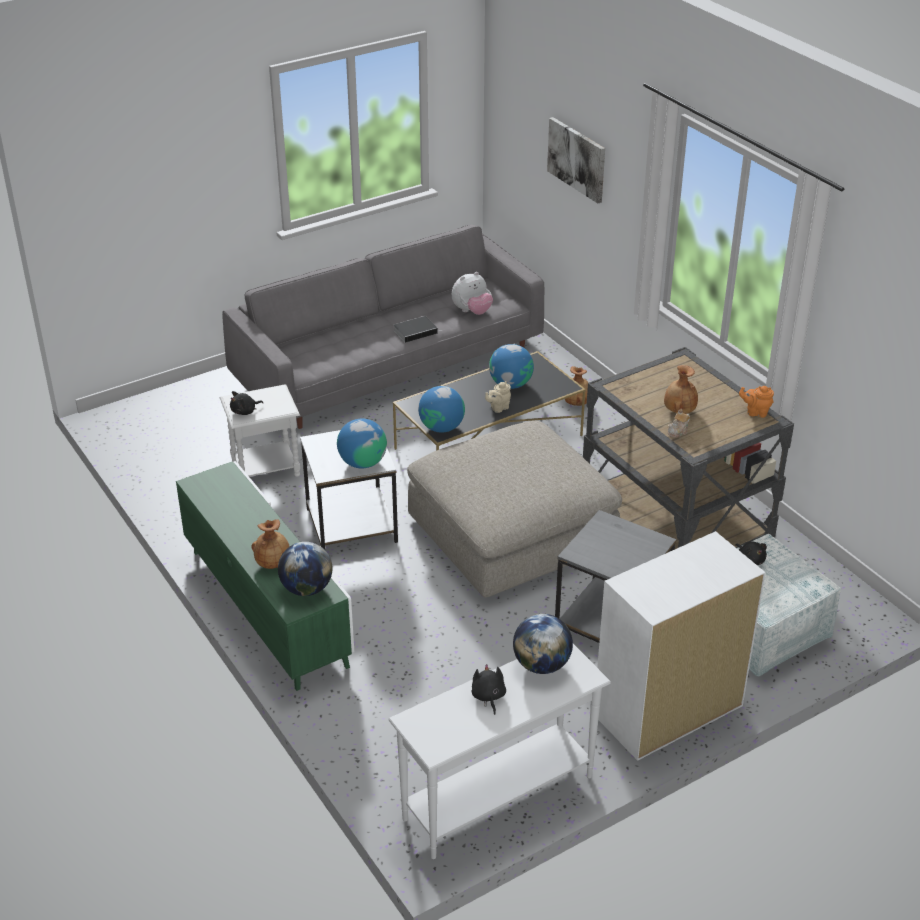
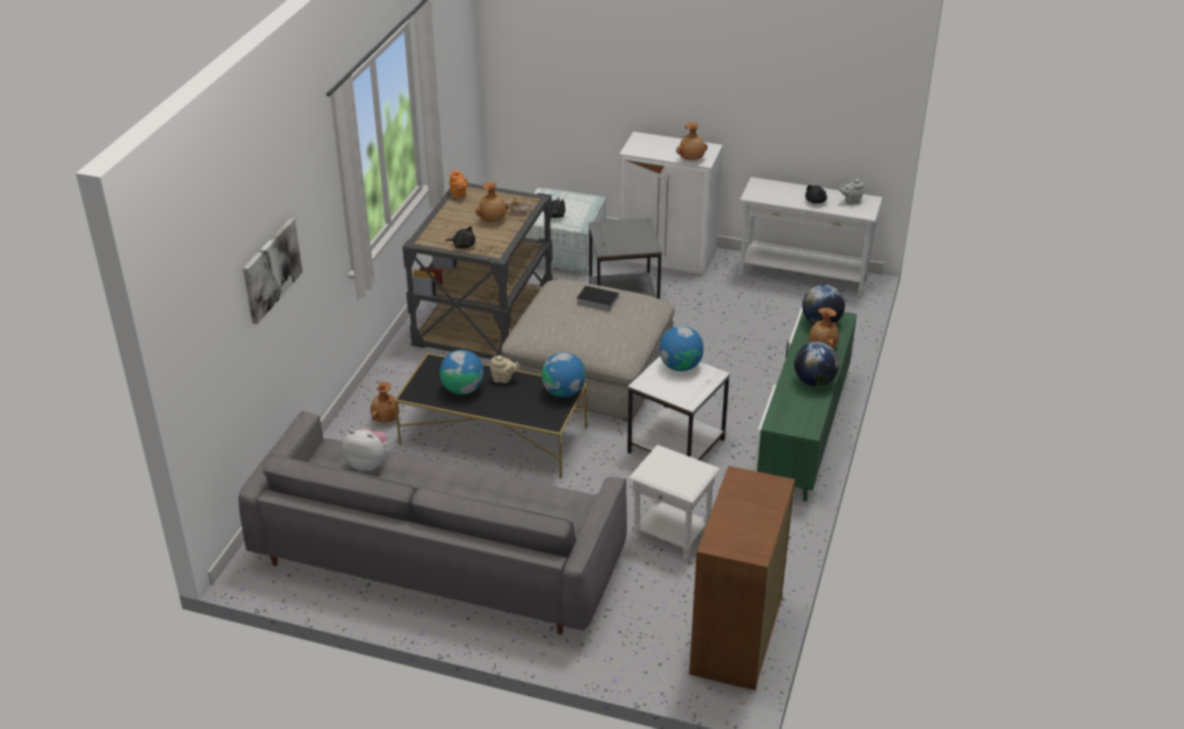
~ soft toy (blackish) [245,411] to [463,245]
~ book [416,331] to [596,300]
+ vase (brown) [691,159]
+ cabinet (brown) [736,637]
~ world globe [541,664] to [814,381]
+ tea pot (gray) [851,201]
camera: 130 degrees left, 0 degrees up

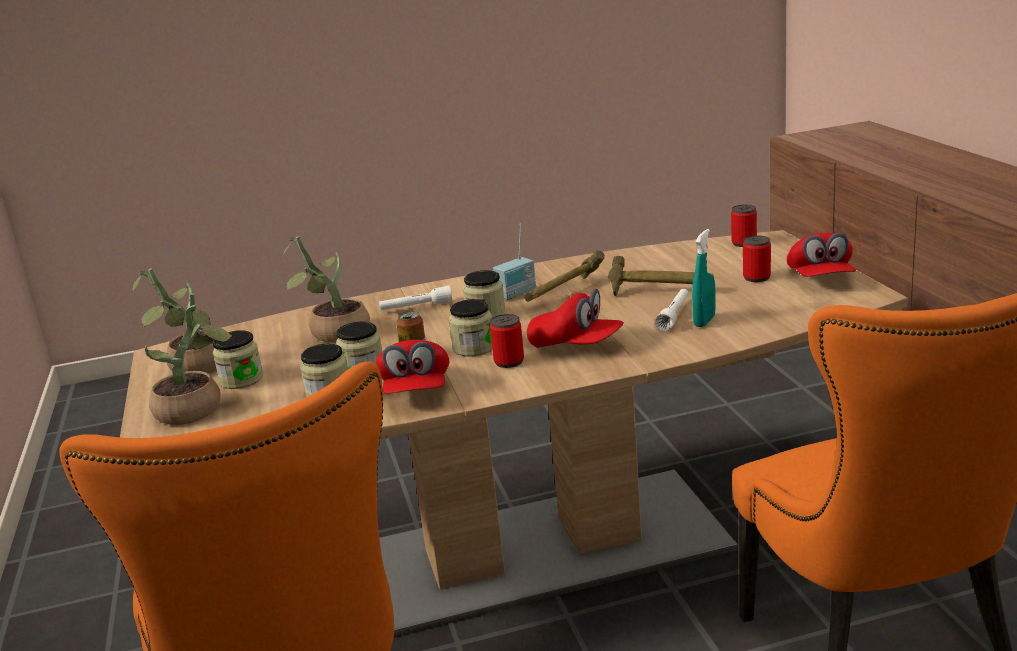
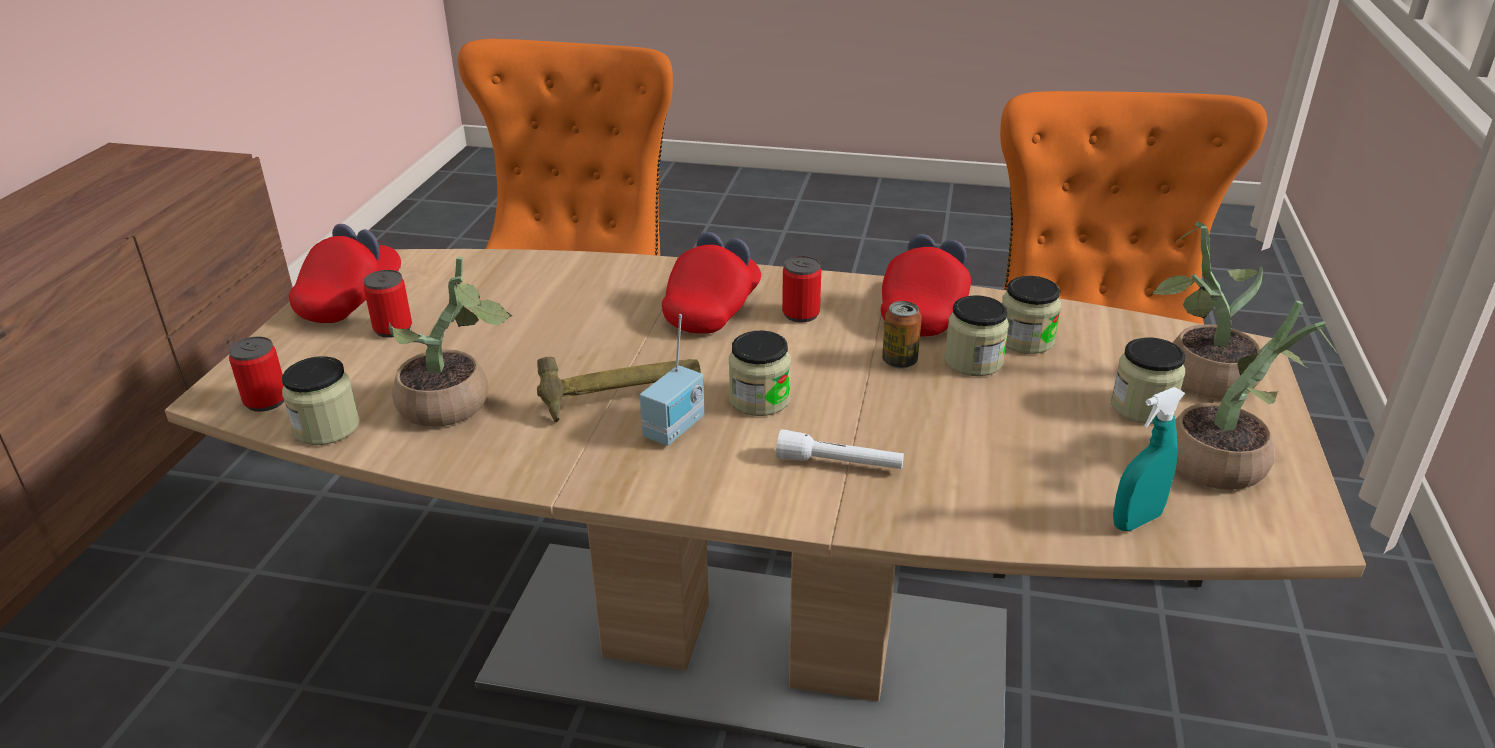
~ storage jar [474,348] to [327,427]
~ plant in a pot [333,334] to [455,406]
~ radio receiver [517,294] = [676,429] 135 degrees clockwise
~ peaked cap (red-coloured) [575,345] = [713,309] 60 degrees clockwise
~ hand sprayer (turquoise) [704,321] to [1136,520]
- hand hammer [660,292]
- torch (whitish) [674,315]
camera: 155 degrees left, 10 degrees up

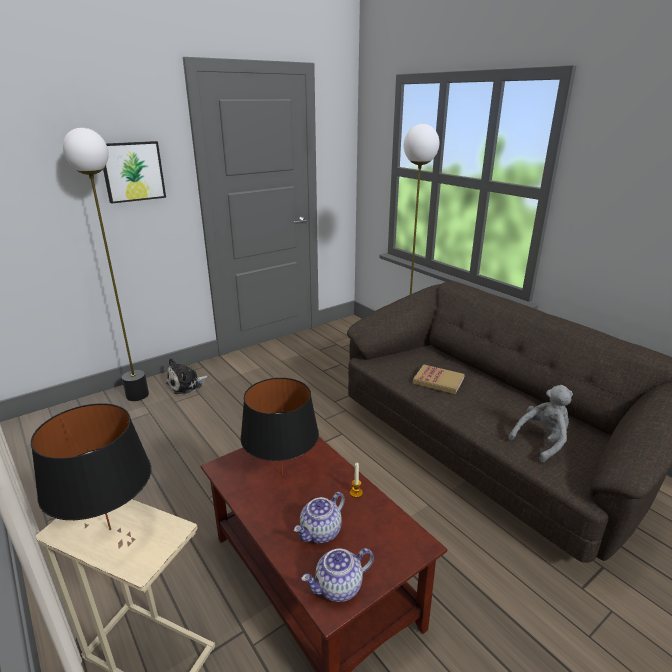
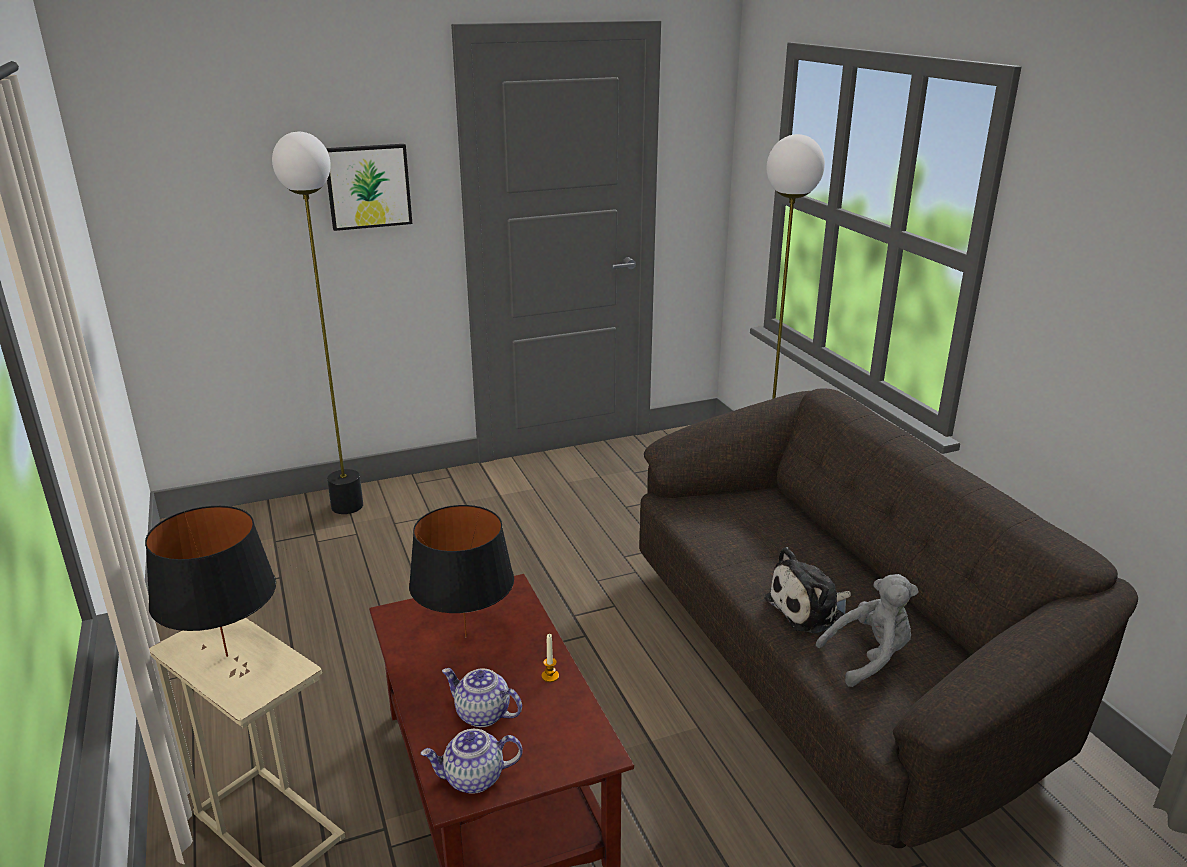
~ tea pot [321,532] = [482,714] 60 degrees clockwise
~ soft toy [186,385] to [810,609]
- book [438,381]
camera: 15 degrees right, 0 degrees up

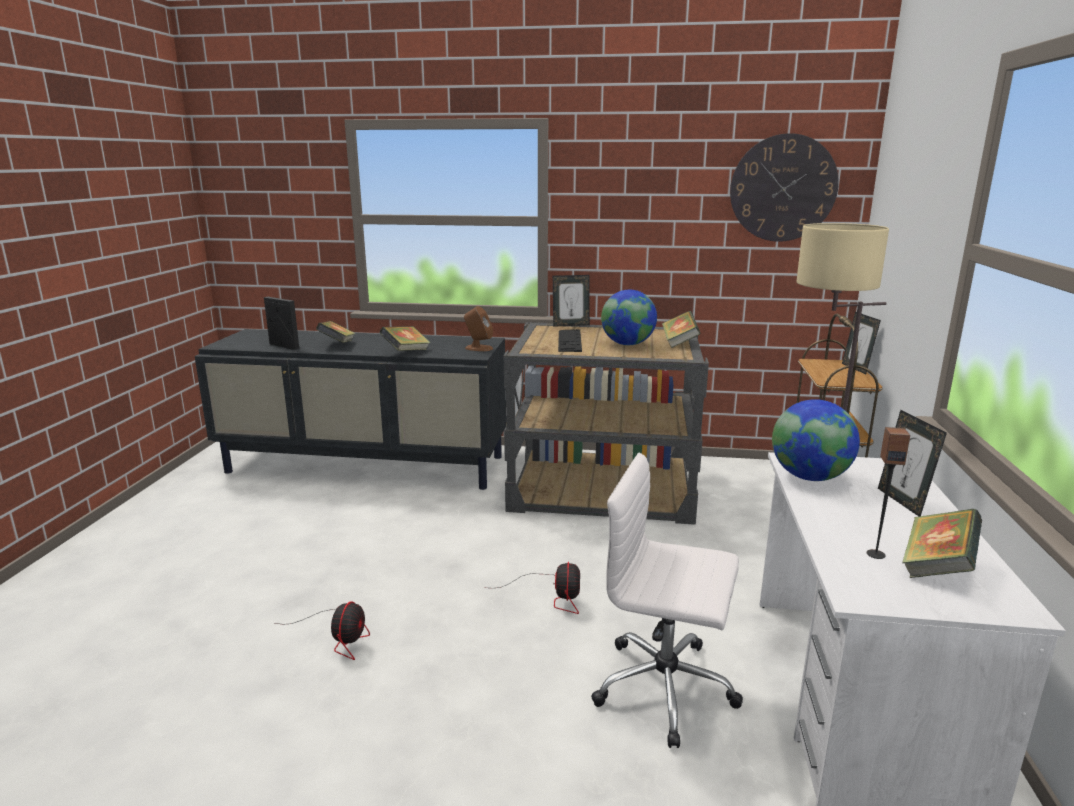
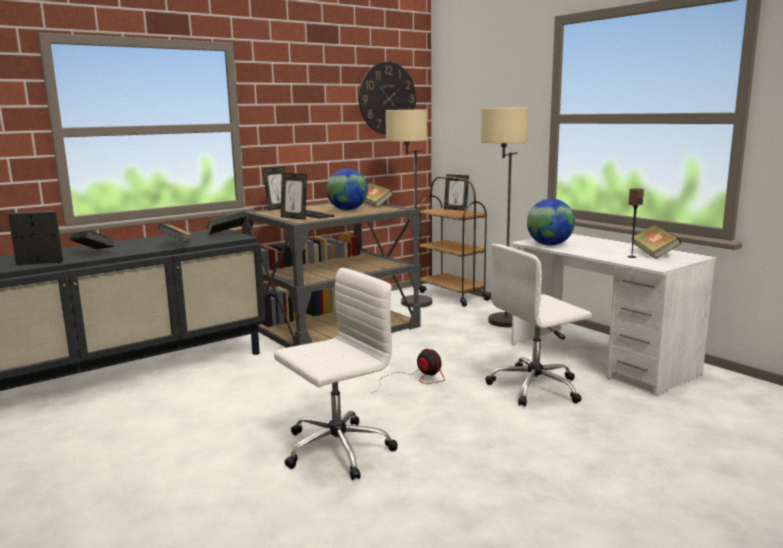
~ audio speaker (brown) [478,348] to book [227,234]
~ electric fan [341,636] to computer chair (whitish) [335,450]
~ photo frame [902,501] to [294,218]
+ floor lamp (beige-coloured) [411,305]
camera: 45 degrees left, 5 degrees down

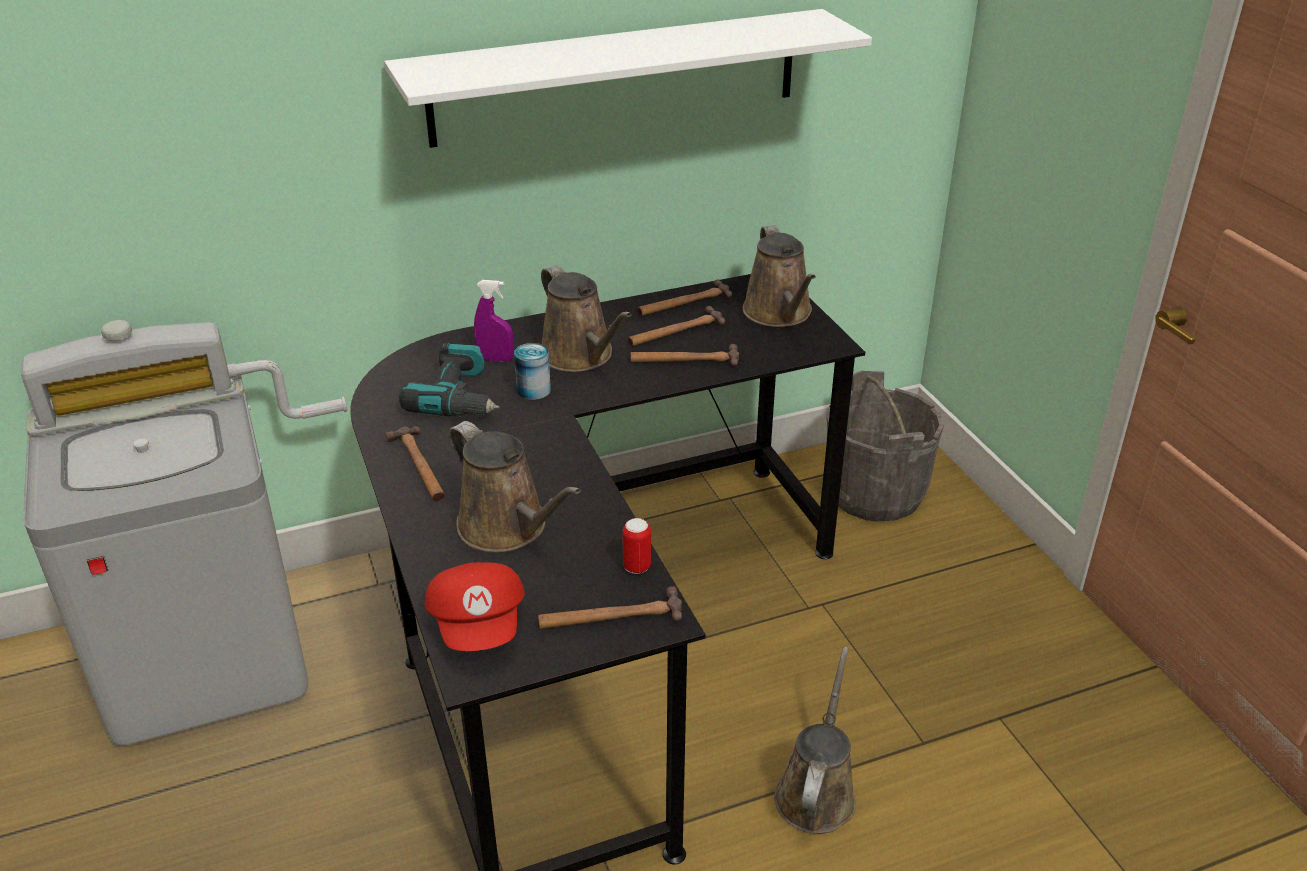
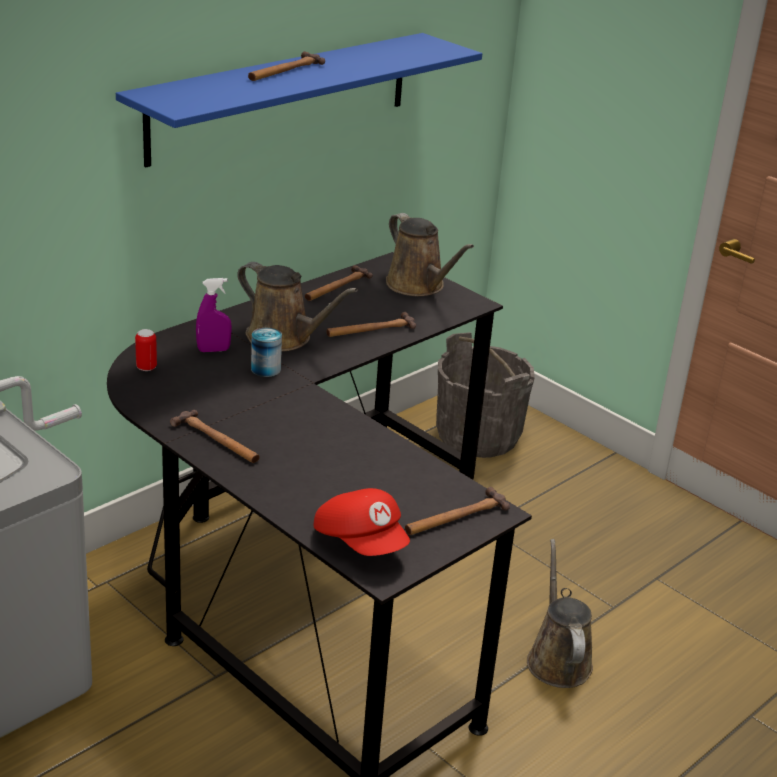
~ bracket shelf (whitish) [616,77] to bracket shelf (bluish) [282,97]
~ sealed can [637,567] to [146,367]
~ hand hammer [675,331] to [284,71]
- drill [460,397]
- sprinkling can (brown) [508,528]
camera: 25 degrees left, 5 degrees down

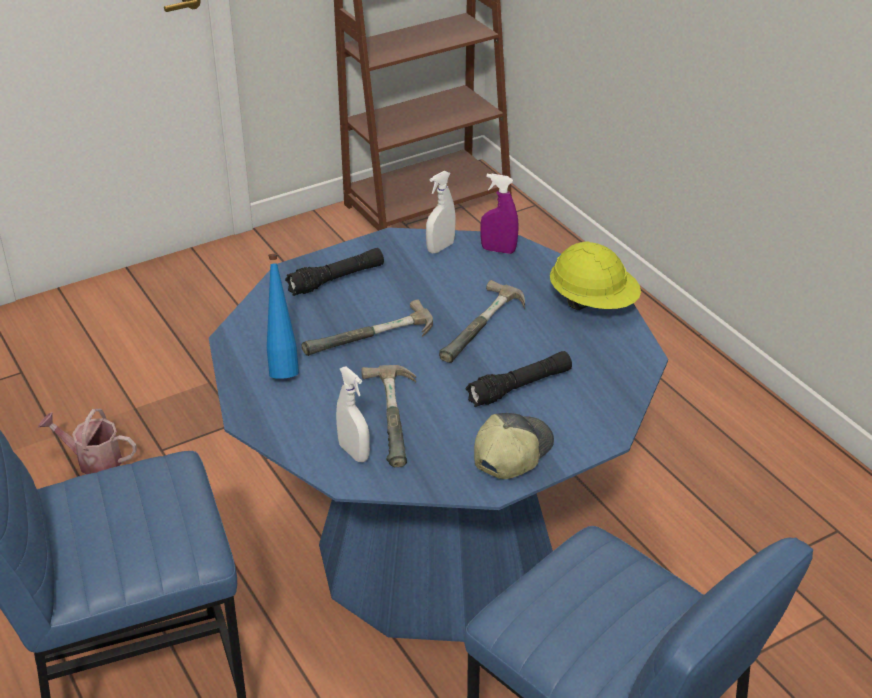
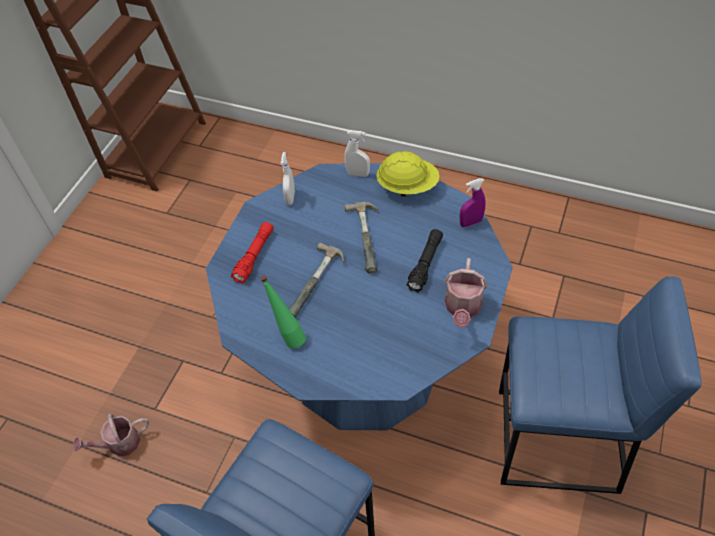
~ torch (blackish) [336,280] to torch (red-coloured) [254,256]
~ drink bottle (bluish) [283,367] to drink bottle (green) [288,336]
~ hand sprayer (whitish) [354,452] to [358,174]
~ peaked cap [511,453] to sprinkling can [462,308]
~ hand sprayer (purplish) [498,250] to [471,222]
- hand hammer [399,416]
camera: 35 degrees left, 15 degrees up

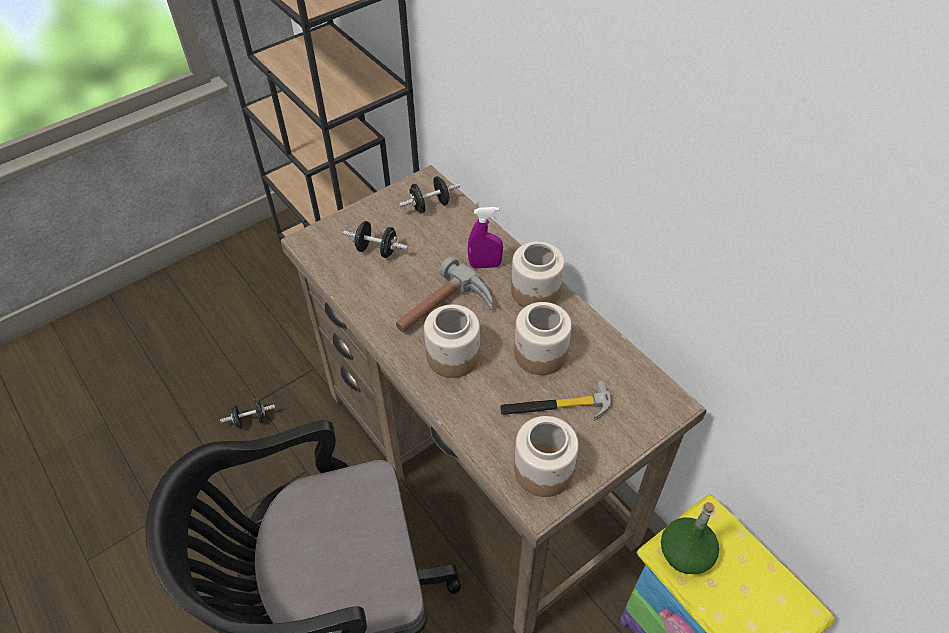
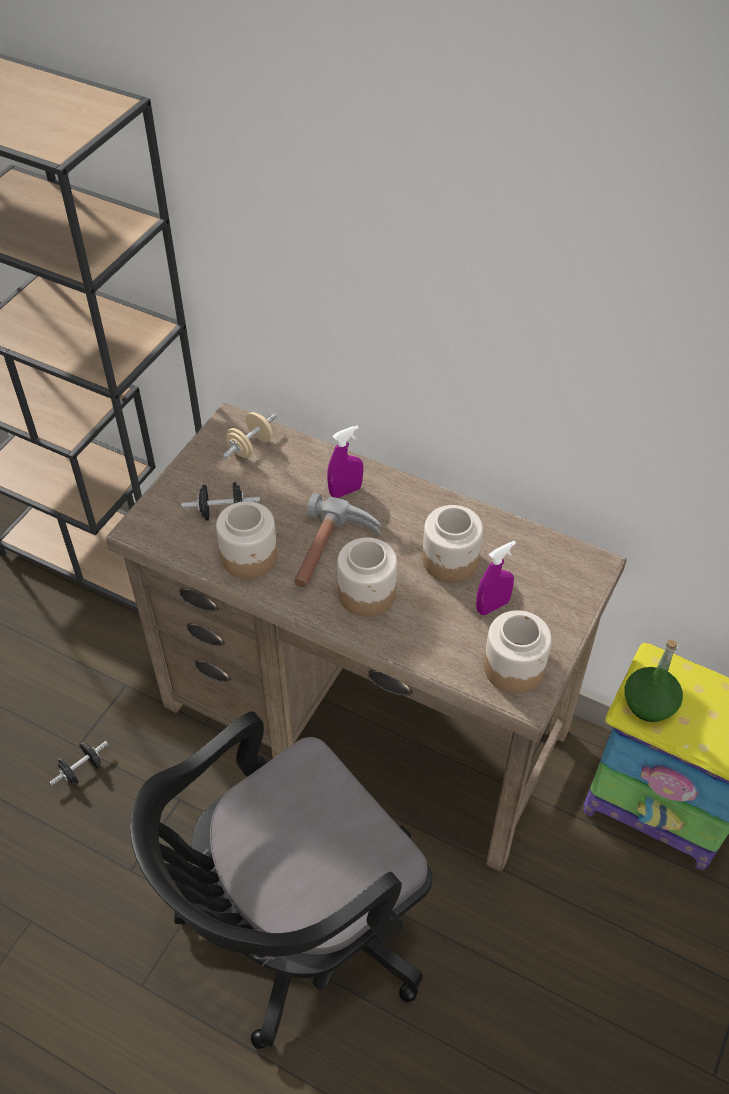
~ storage jar [536,292] to [250,557]
~ free weight (blackish) [430,205] to free weight (beige-coloured) [250,447]
~ hand hammer [555,407] to hand sprayer (purplish) [492,606]
camera: 25 degrees left, 0 degrees up

